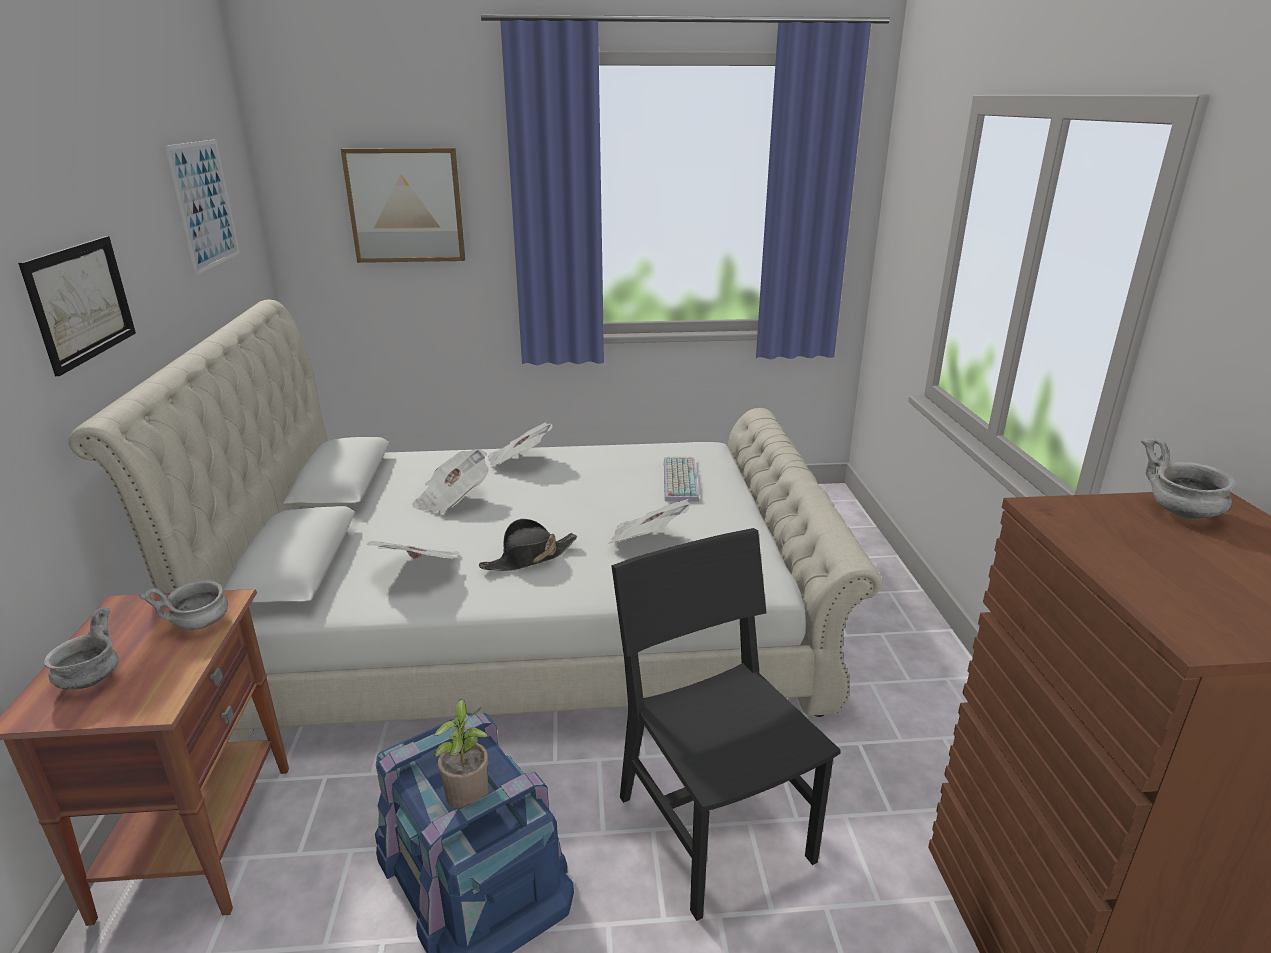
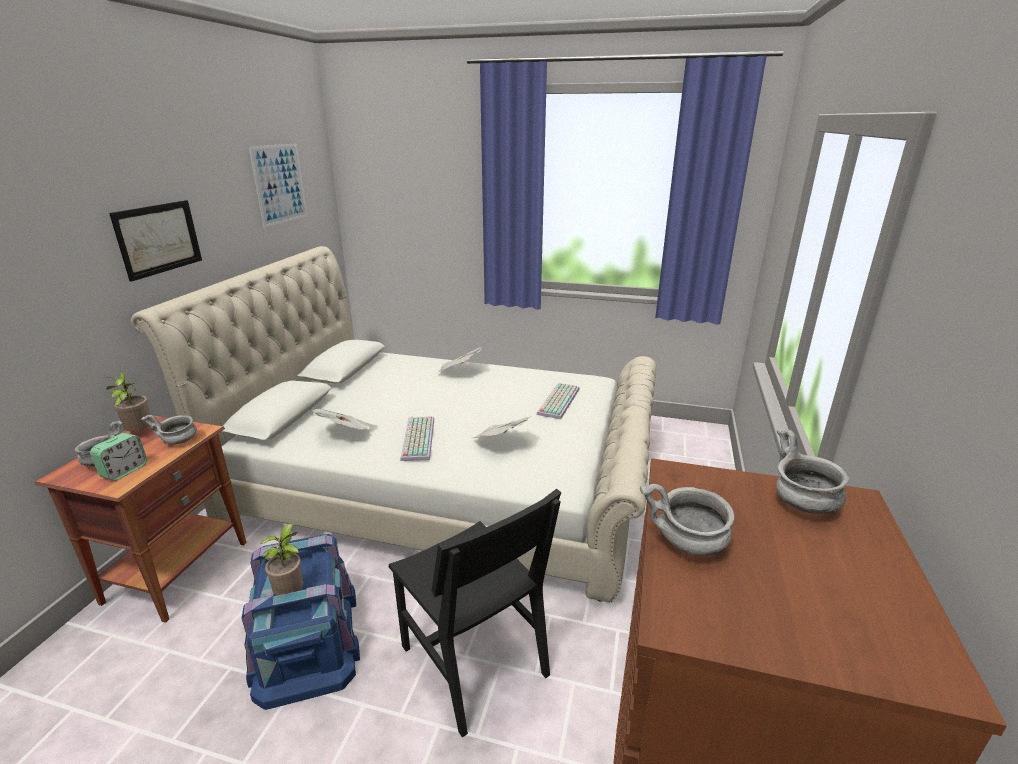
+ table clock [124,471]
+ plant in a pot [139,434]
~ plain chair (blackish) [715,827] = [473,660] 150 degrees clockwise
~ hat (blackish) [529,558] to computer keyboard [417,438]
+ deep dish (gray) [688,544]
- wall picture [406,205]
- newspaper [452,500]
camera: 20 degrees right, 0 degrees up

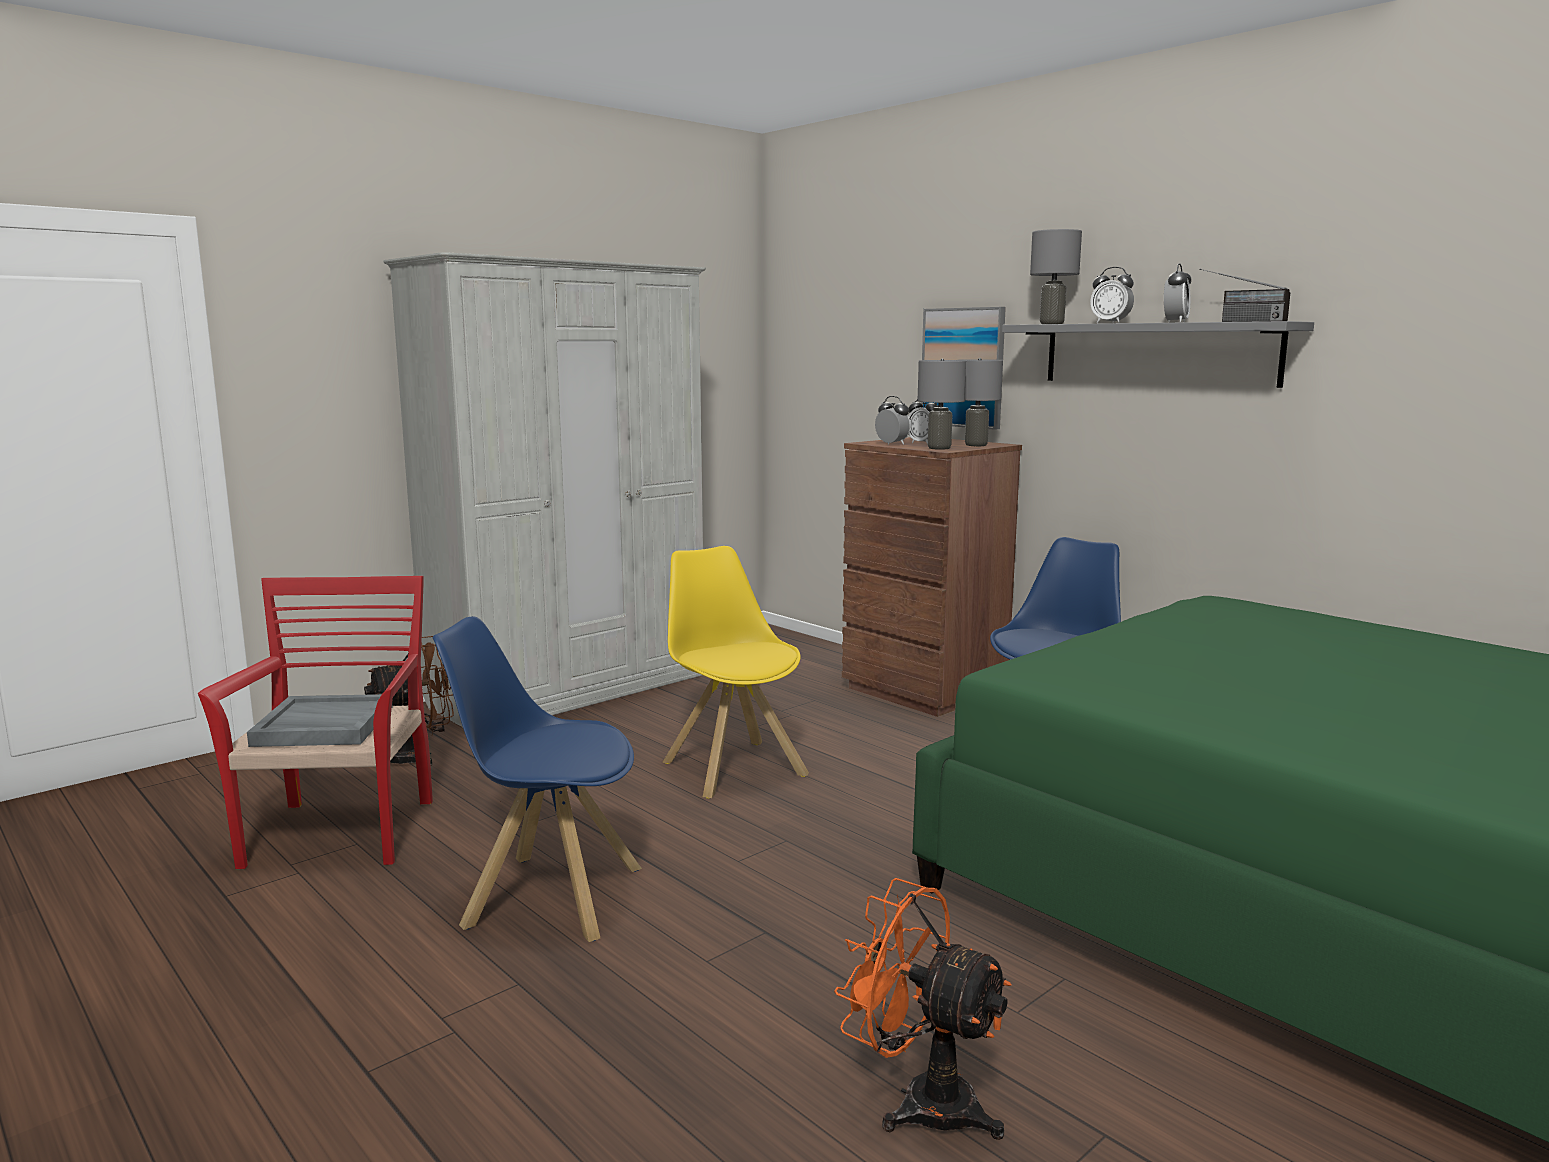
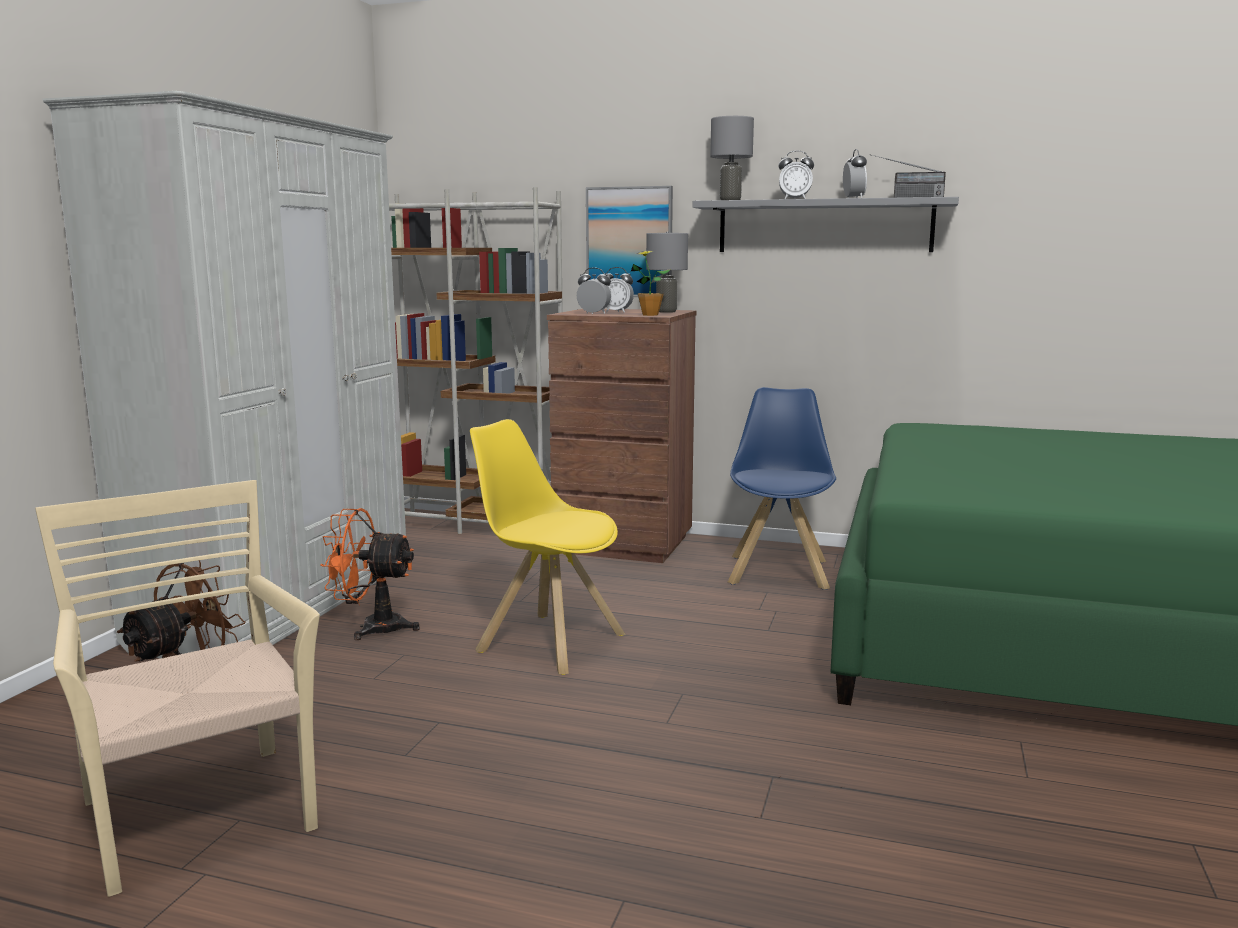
~ armchair (red-coloured) [340,832] to armchair (beige-coloured) [199,813]
~ electric fan (orange) [921,1100] to [372,627]
+ bookshelf (brown) [474,525]
~ tabletop lamp (gray) [940,448] to plant in a pot [650,315]
- serving tray (gray) [322,726]
- plain chair (bluish) [549,895]
camera: 30 degrees left, 0 degrees up

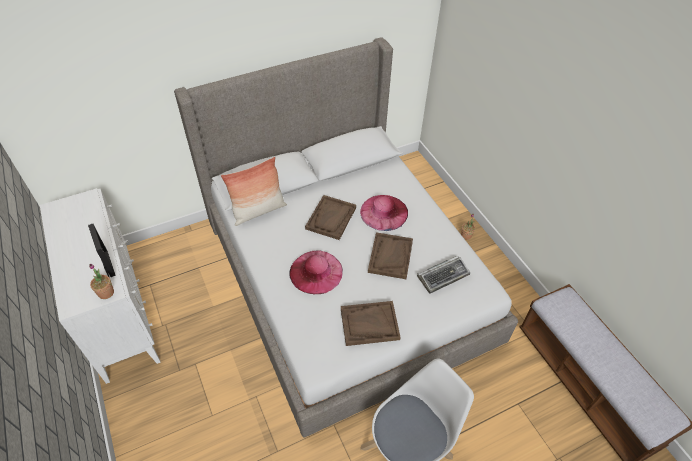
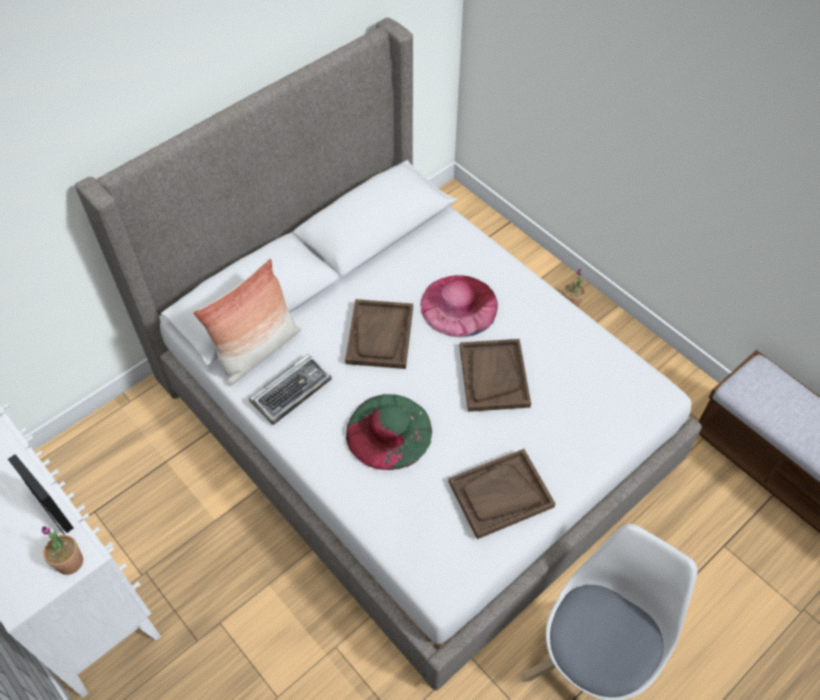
~ computer keyboard [443,276] to [292,391]
~ hat (pinkish) [316,272] to hat (green) [389,431]
camera: 15 degrees left, 5 degrees up

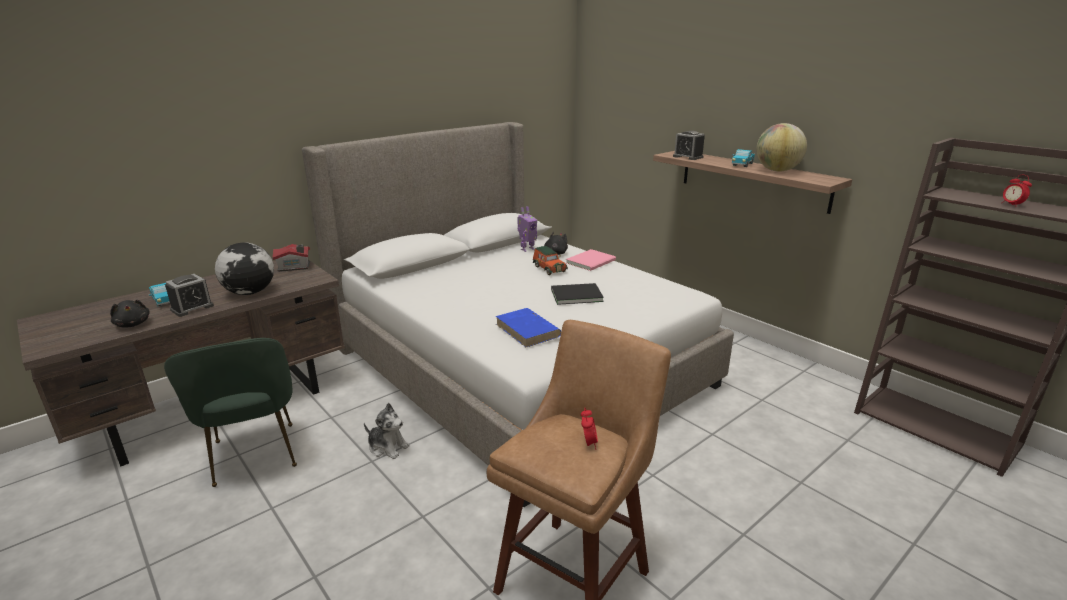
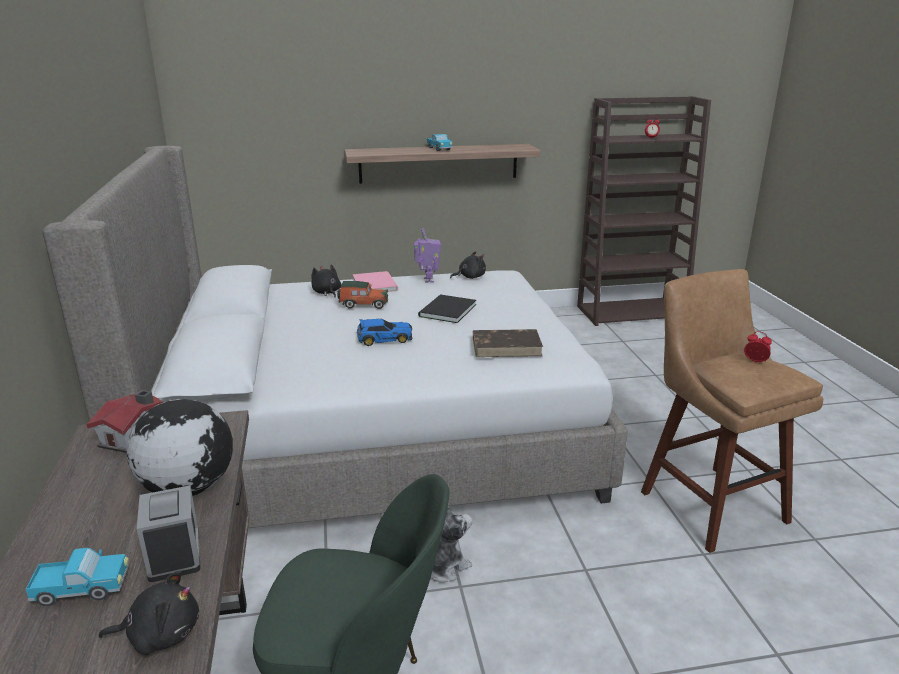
+ model car [383,339]
~ model robot [527,249] to [427,280]
+ soft toy (blackish) [470,277]
~ book (bluish) [528,330] to book (brown) [507,346]
- table clock [688,157]
- world globe [777,170]
camera: 60 degrees left, 0 degrees up

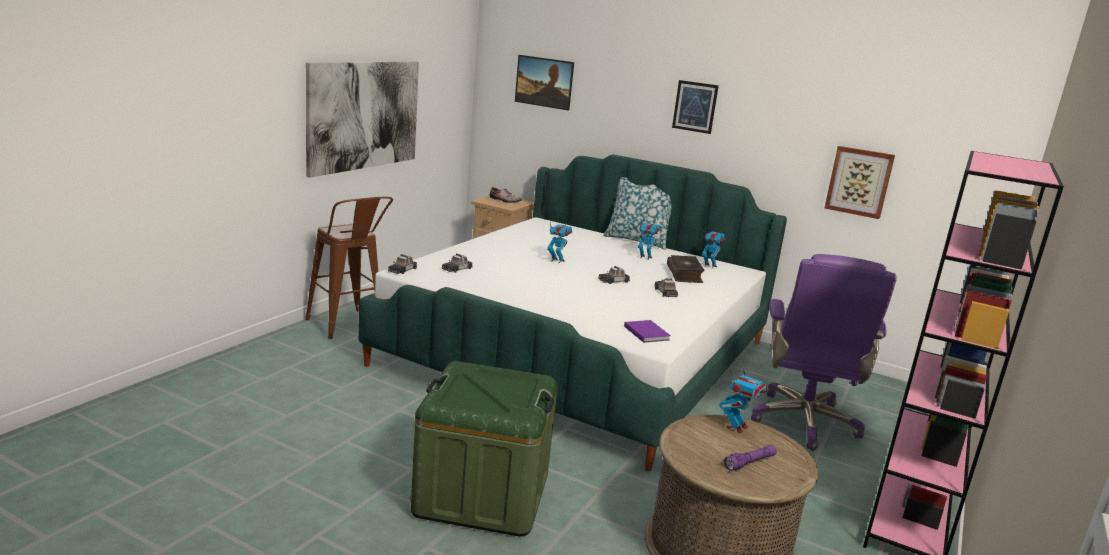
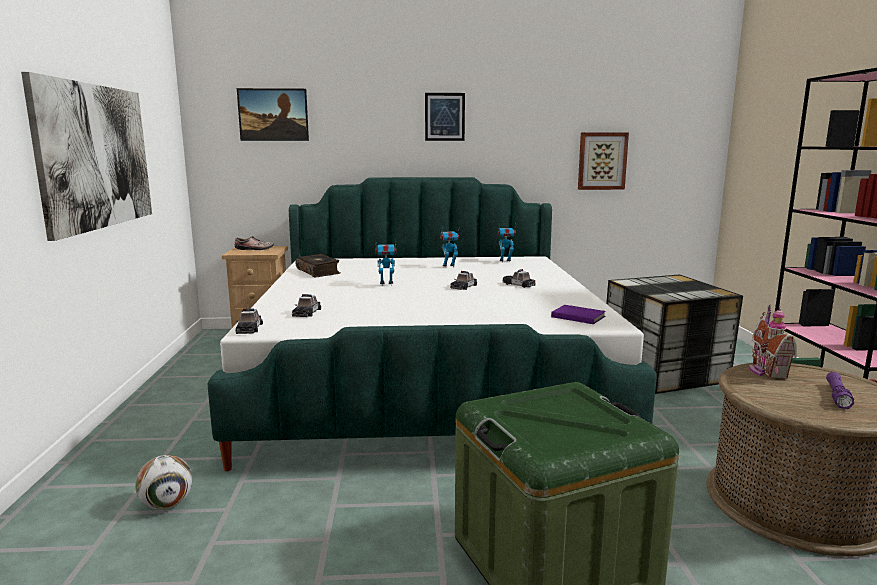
+ football [167,504]
~ book [685,275] to [318,271]
~ computer chair (purplish) [802,424] to storage box [662,372]
~ model robot [737,427] to toy house [765,371]
- stool (brown) [348,327]
- cushion [637,240]
camera: 30 degrees left, 5 degrees down

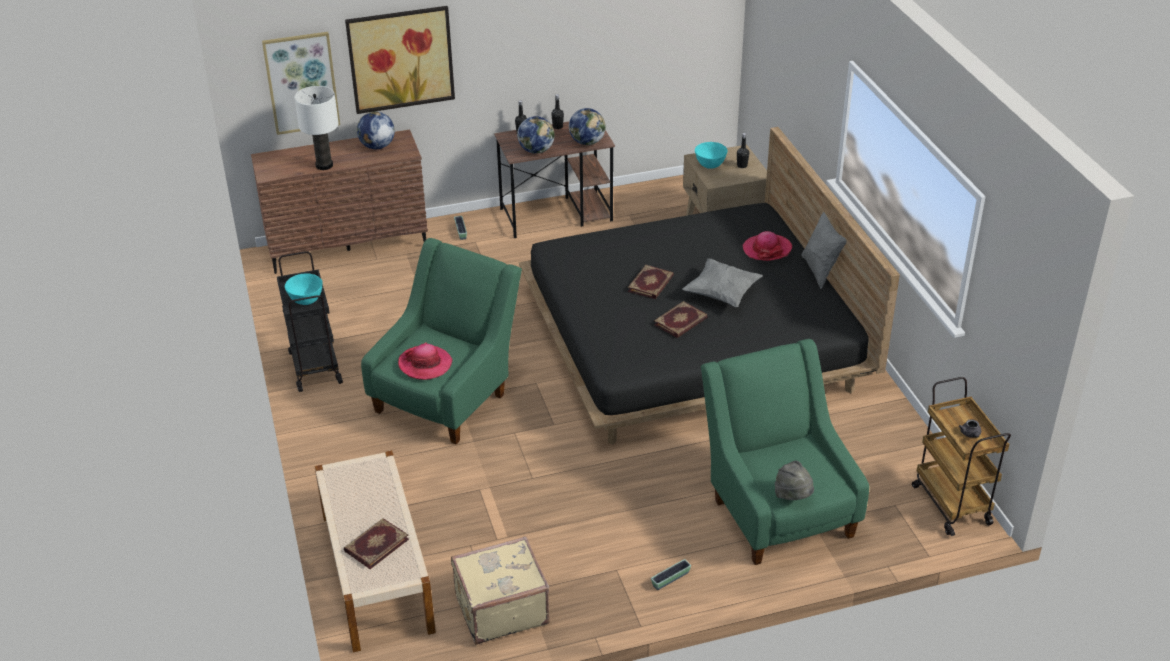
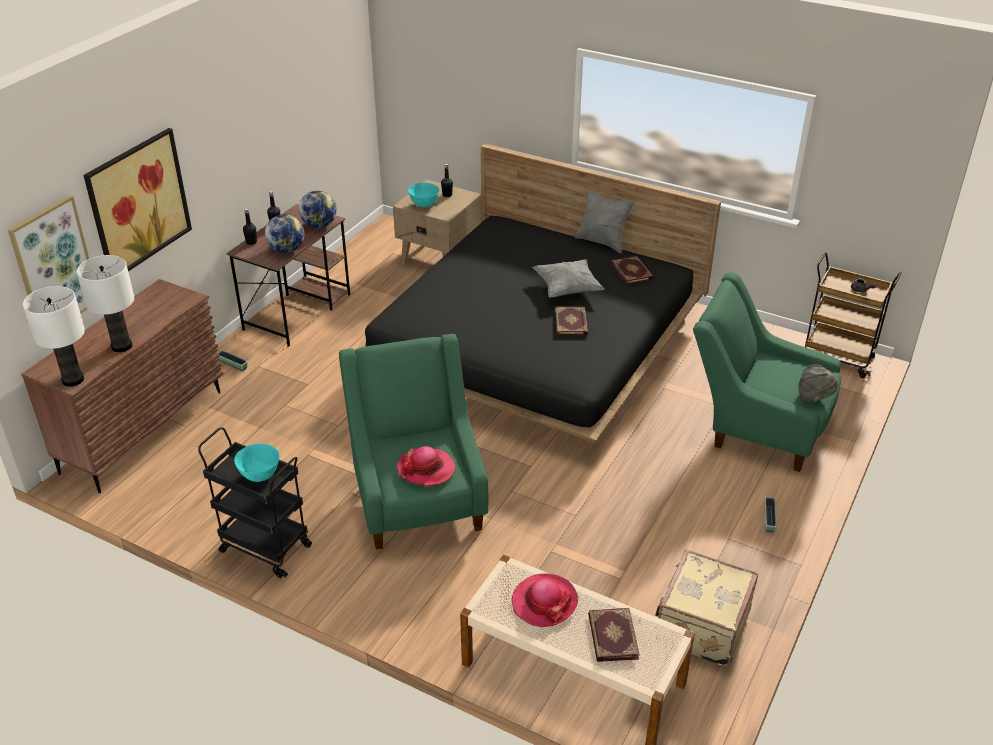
+ tabletop lamp (whitish) [72,380]
~ hat [767,249] to [544,602]
~ book [651,284] to [632,272]
- world globe [377,146]
camera: 45 degrees left, 0 degrees up

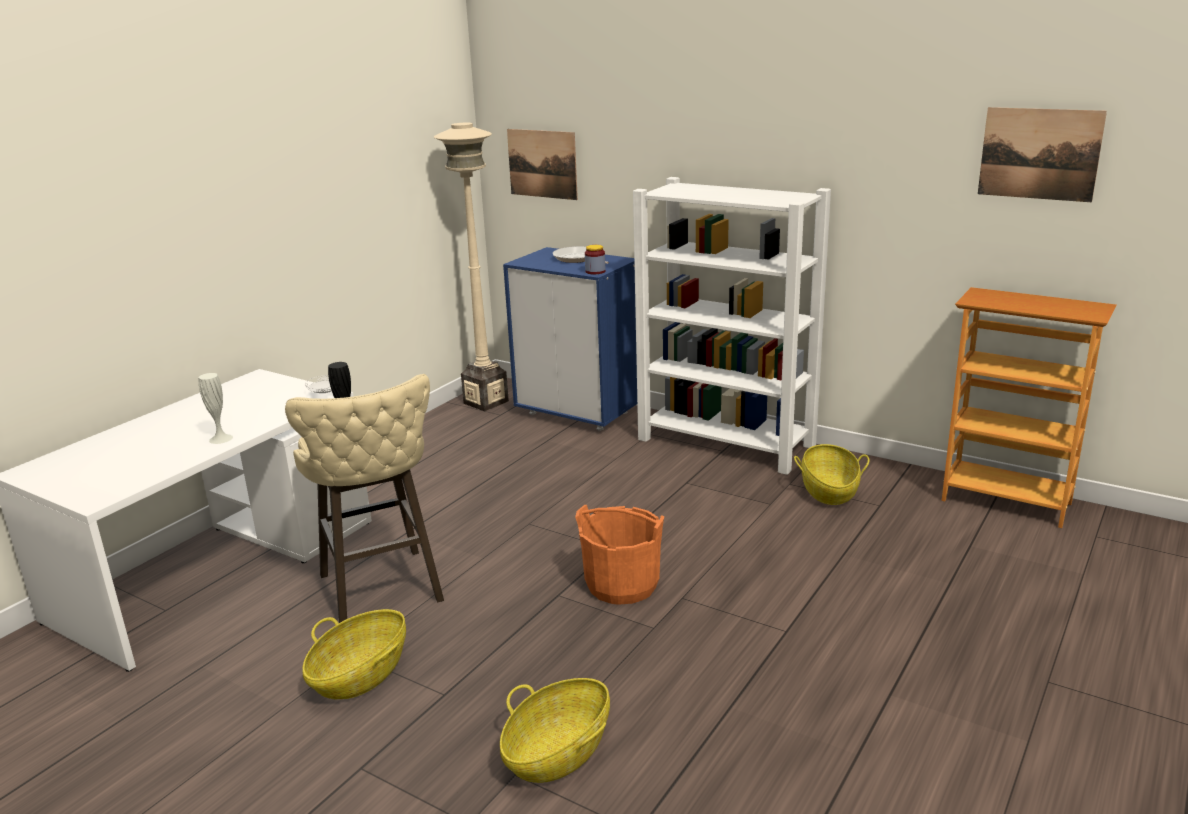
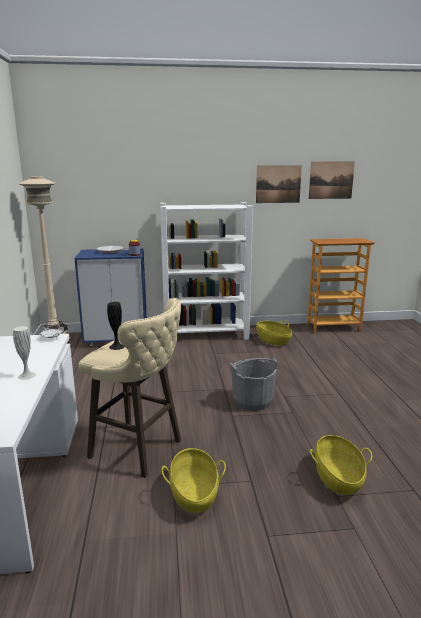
~ bucket (orange) [622,584] to bucket (gray) [252,401]
~ wall picture [542,164] to [278,184]
camera: 40 degrees left, 5 degrees down

